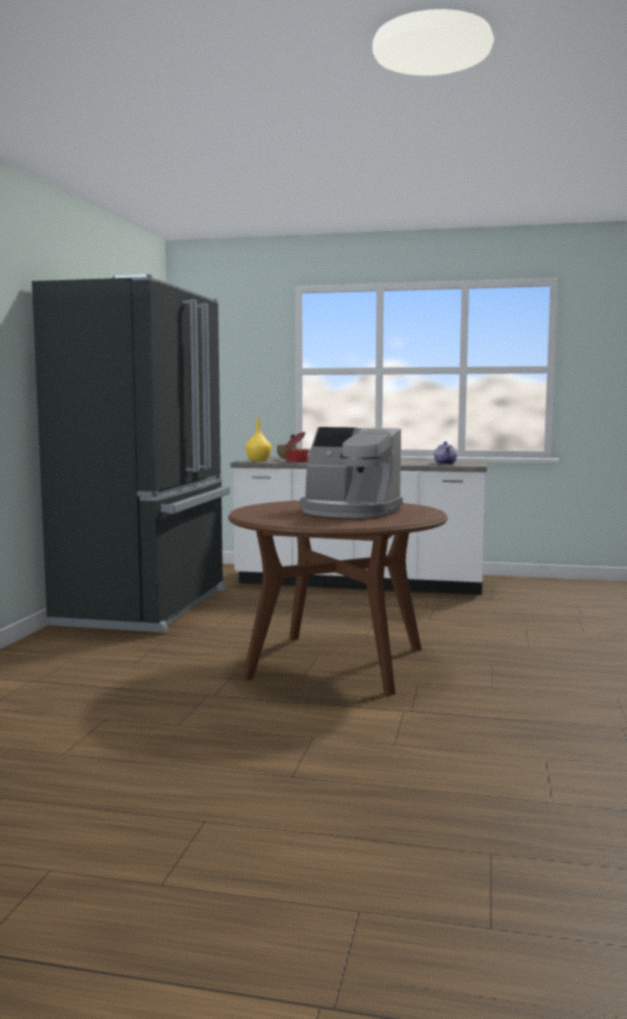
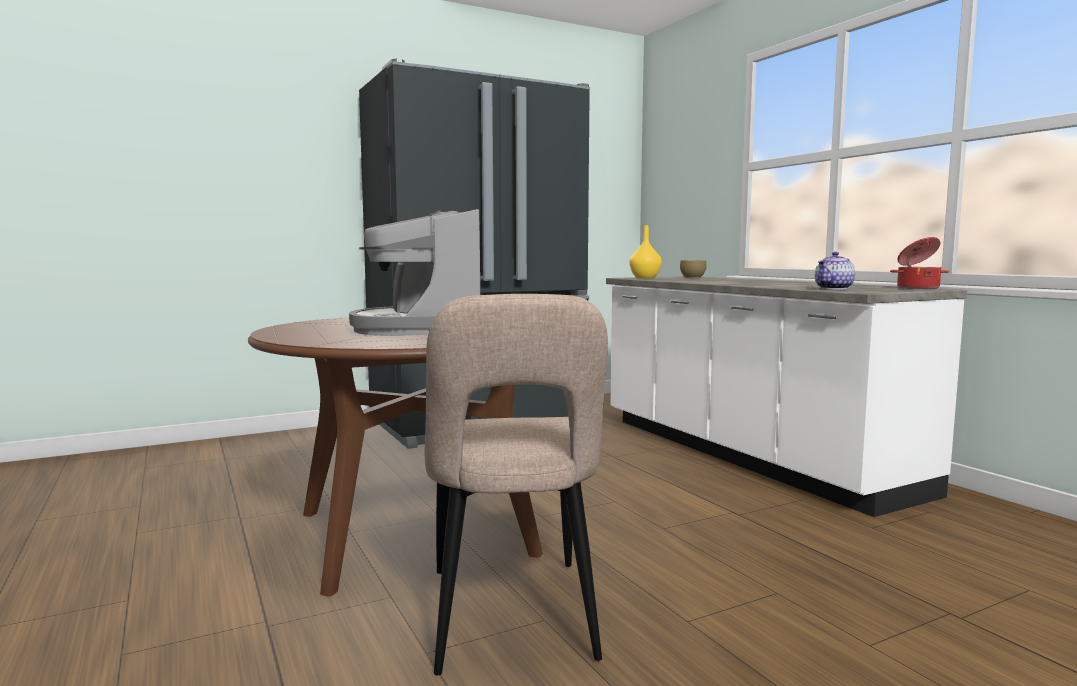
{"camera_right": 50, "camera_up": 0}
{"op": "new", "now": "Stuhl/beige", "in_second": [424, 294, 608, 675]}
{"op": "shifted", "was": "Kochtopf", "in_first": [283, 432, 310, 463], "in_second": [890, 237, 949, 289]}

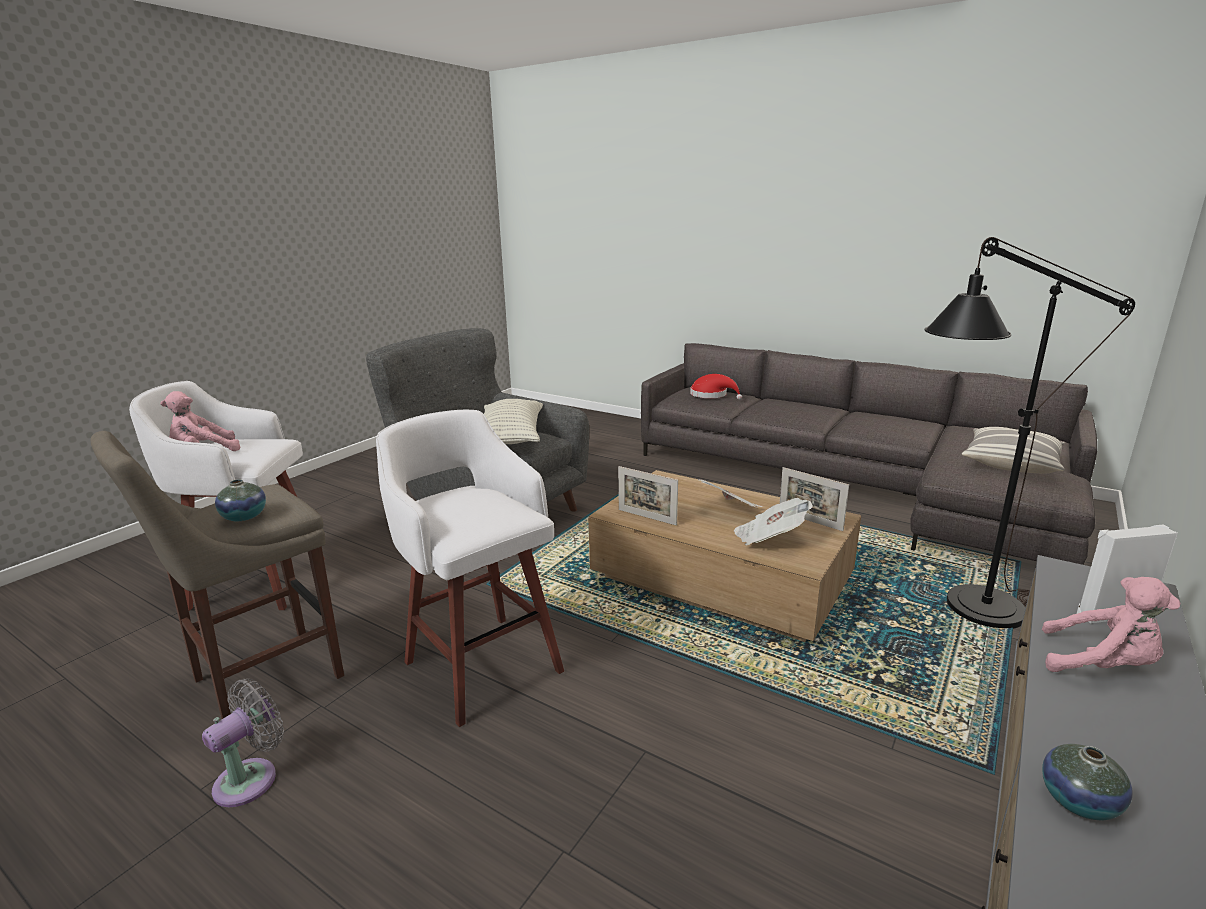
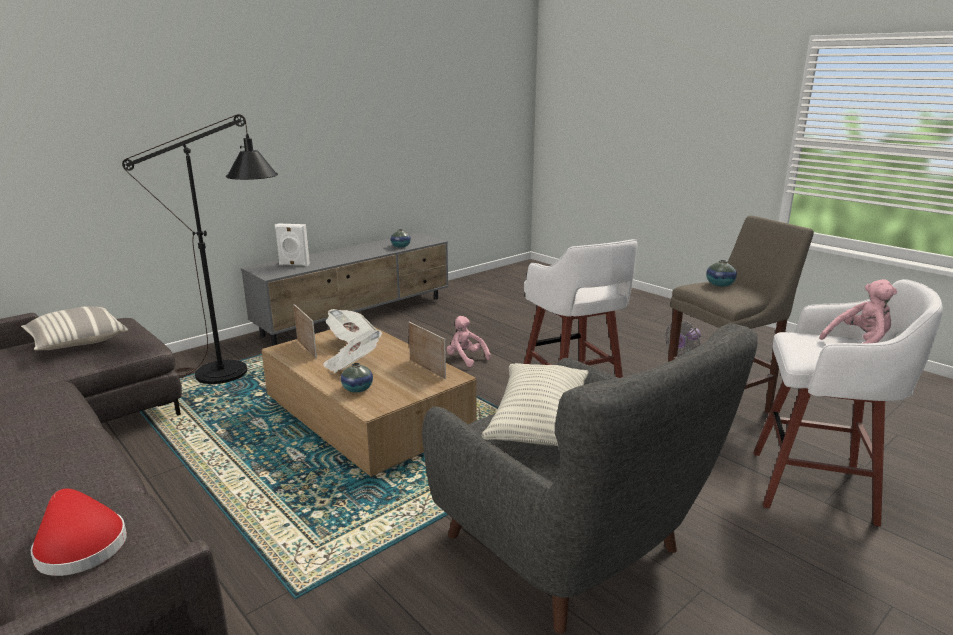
{"camera_right": -165, "camera_up": 0}
{"op": "new", "now": "Vase", "in_second": [341, 363, 373, 393]}
{"op": "shifted", "was": "Plüschtier/rosa", "in_first": [1042, 577, 1180, 672], "in_second": [446, 316, 491, 367]}

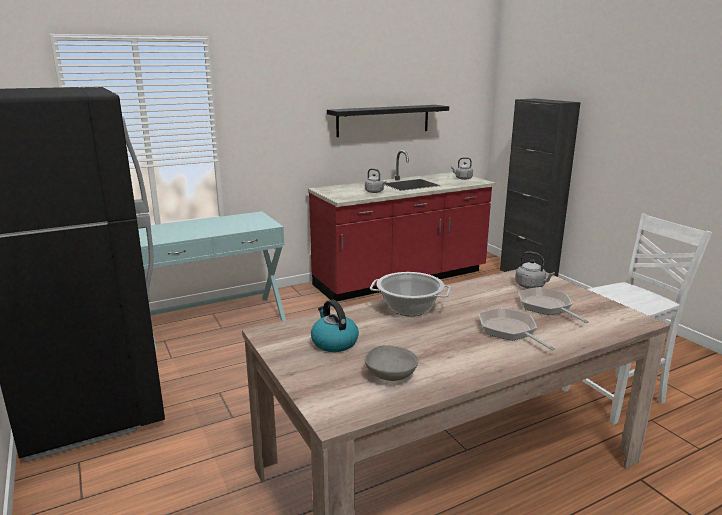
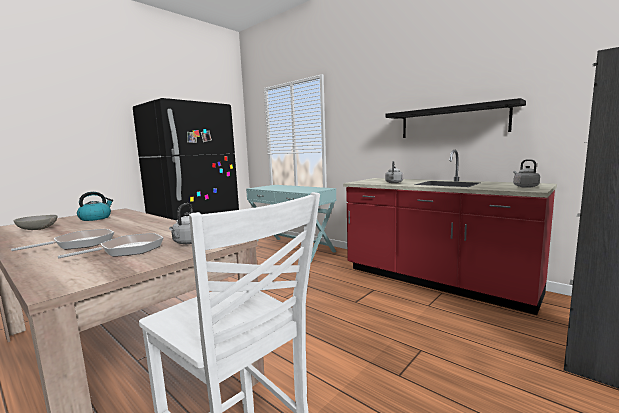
{"camera_right": 70, "camera_up": -10}
{"op": "gone", "was": "Kochtopf", "in_first": [370, 272, 451, 316]}

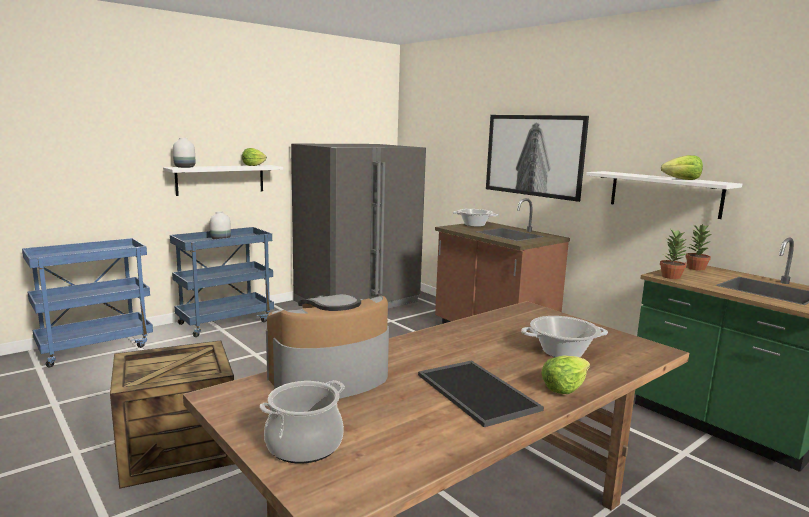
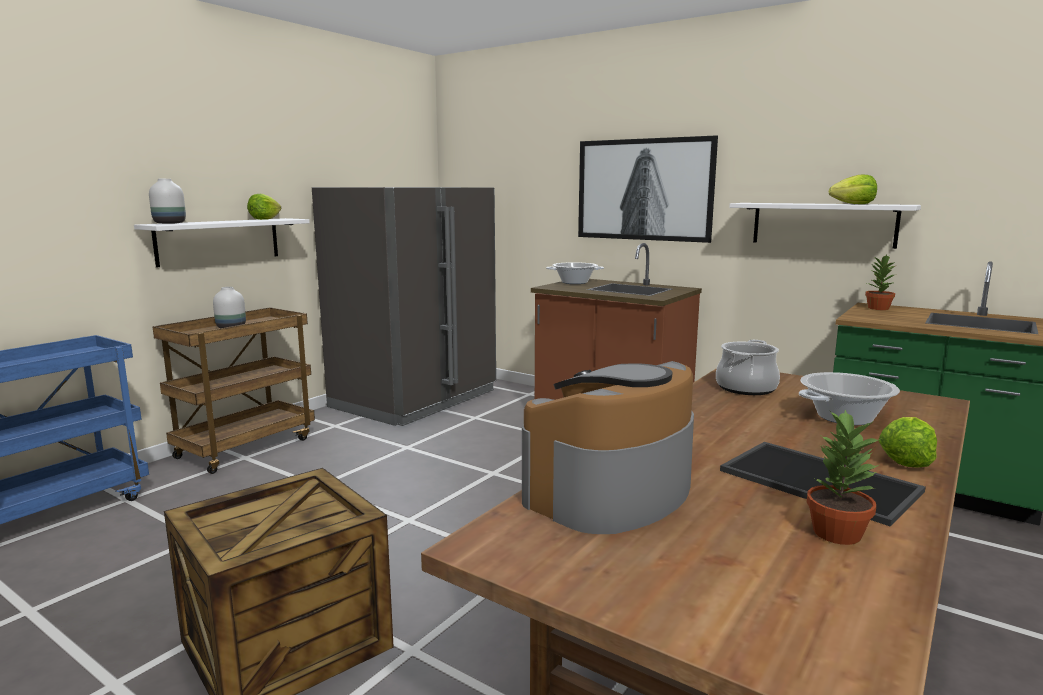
{"camera_right": -15, "camera_up": 0}
{"op": "repainted", "was": "Rollwagen/blau", "now": "Rollwagen/braun", "in_first": [170, 227, 274, 337], "in_second": [153, 307, 315, 474]}
{"op": "shifted", "was": "Kochtopf", "in_first": [260, 380, 345, 464], "in_second": [716, 340, 780, 395]}
{"op": "shifted", "was": "Topfpflanze", "in_first": [660, 229, 687, 279], "in_second": [807, 409, 882, 545]}

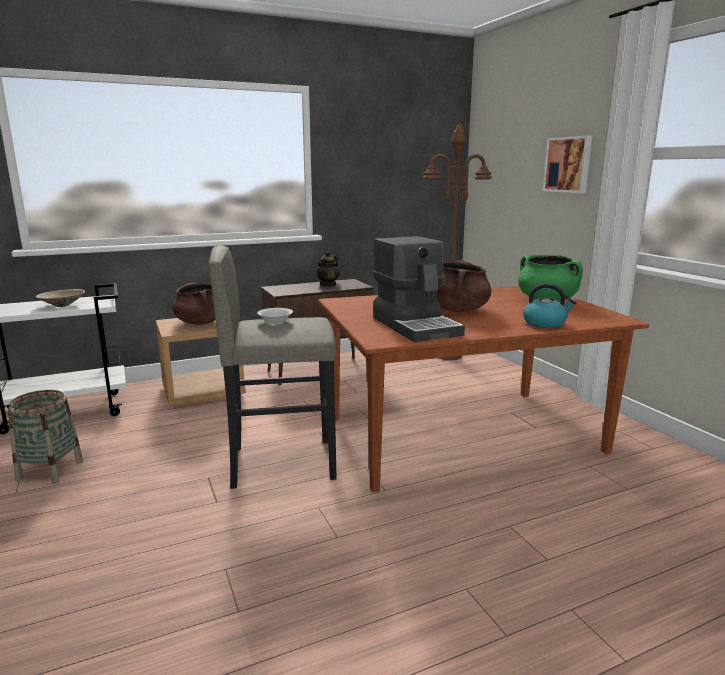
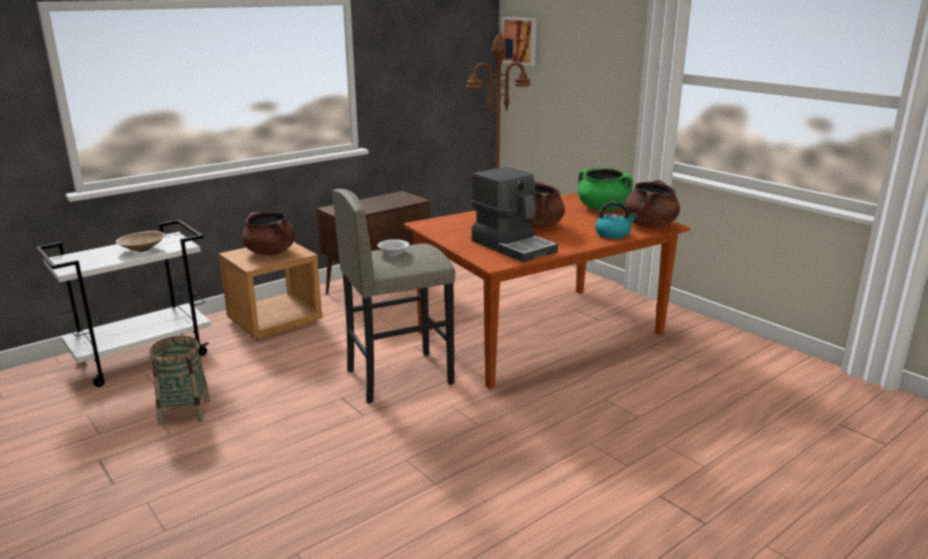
{"camera_right": -15, "camera_up": 5}
{"op": "shifted", "was": "Bild", "in_first": [543, 135, 592, 193], "in_second": [502, 17, 537, 66]}
{"op": "new", "now": "Kochtopf/braun", "in_second": [624, 180, 680, 228]}
{"op": "gone", "was": "Teekanne", "in_first": [316, 251, 340, 286]}

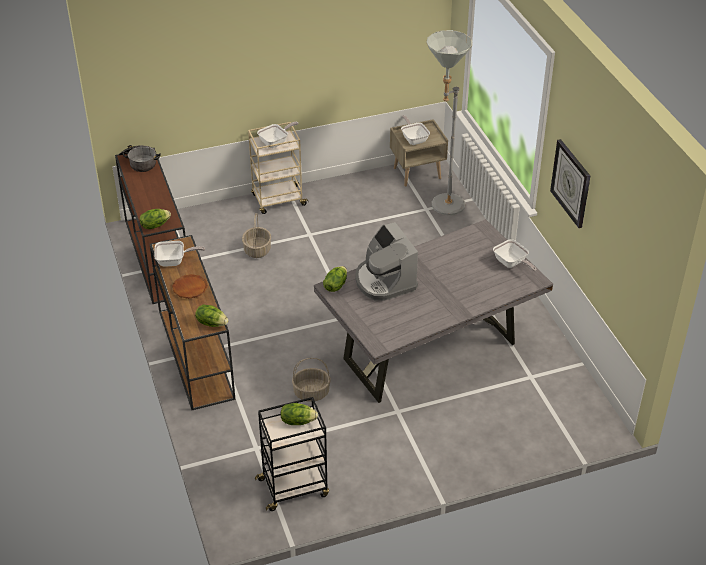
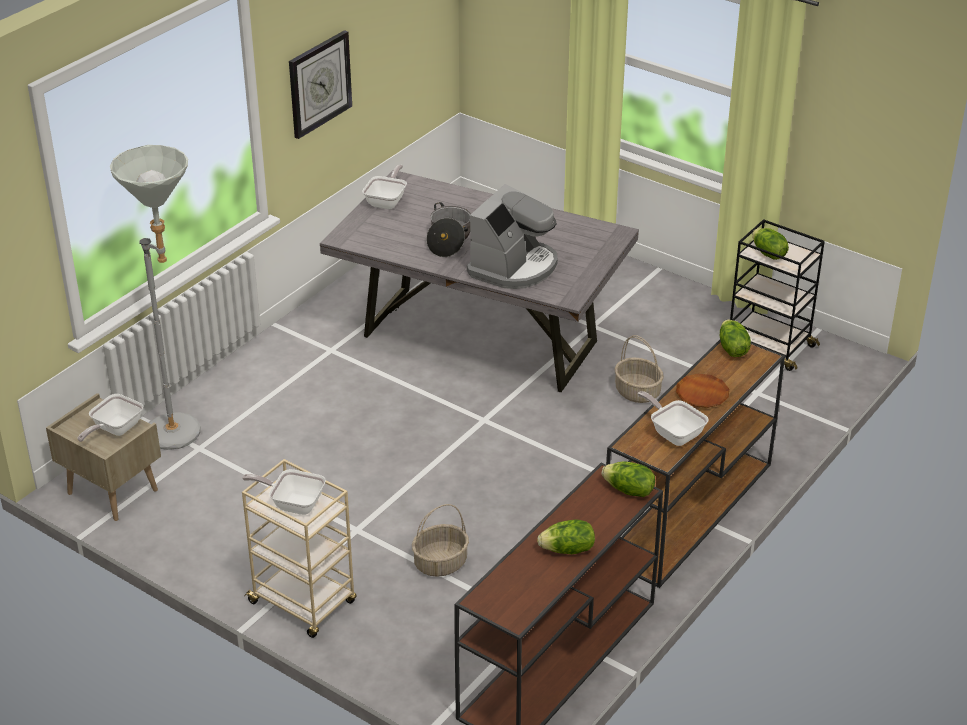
{"camera_right": -125, "camera_up": -5}
{"op": "shifted", "was": "Kochtopf", "in_first": [119, 145, 161, 172], "in_second": [426, 202, 471, 257]}
{"op": "shifted", "was": "Salatkopf", "in_first": [323, 266, 347, 292], "in_second": [537, 520, 595, 554]}

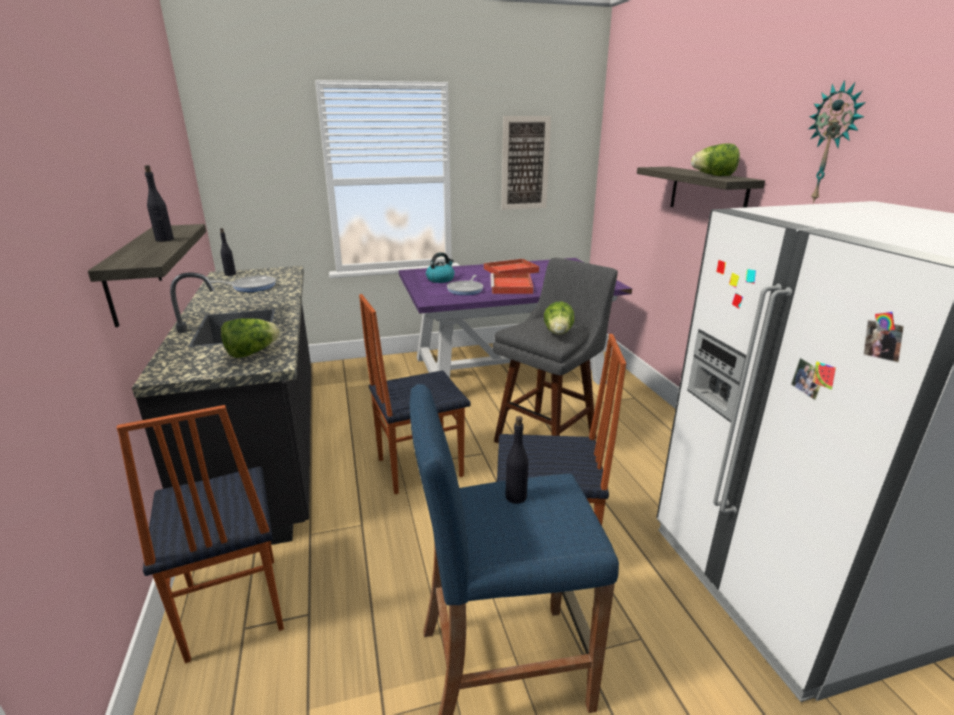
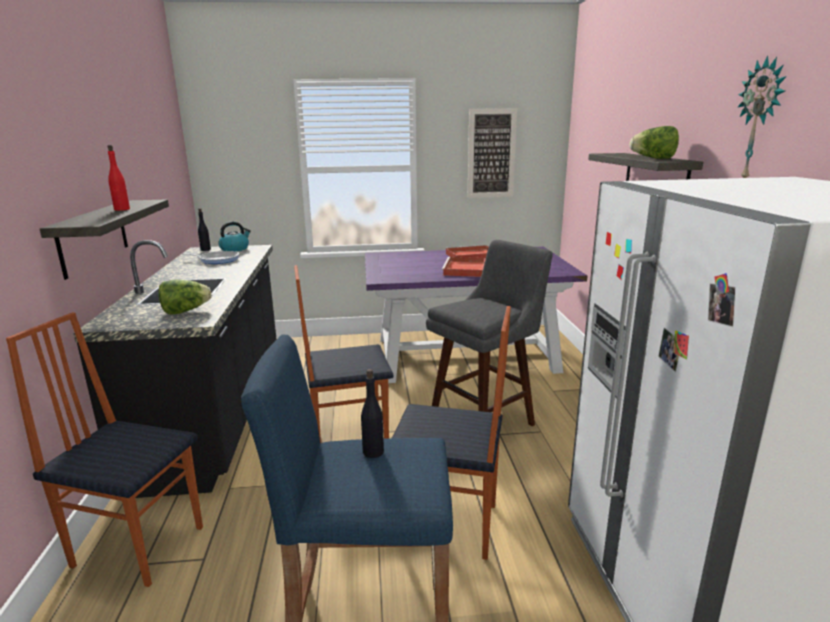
{"camera_right": 10, "camera_up": -5}
{"op": "rotated", "was": "Stuhl", "in_first": [117, 405, 284, 663], "in_second": [6, 312, 203, 587], "clockwise": 120}
{"op": "repainted", "was": "Flasche/schwarz", "now": "Flasche/rot", "in_first": [144, 165, 174, 242], "in_second": [108, 145, 130, 211]}
{"op": "shifted", "was": "Wasserkessel", "in_first": [426, 252, 455, 283], "in_second": [218, 222, 251, 251]}
{"op": "gone", "was": "Pfanne", "in_first": [447, 275, 483, 295]}
{"op": "gone", "was": "Salatkopf", "in_first": [544, 301, 574, 335]}

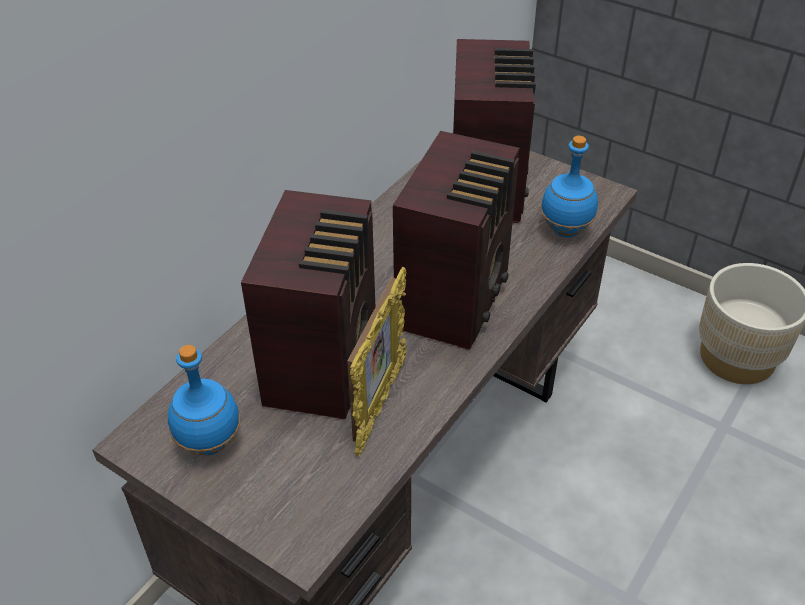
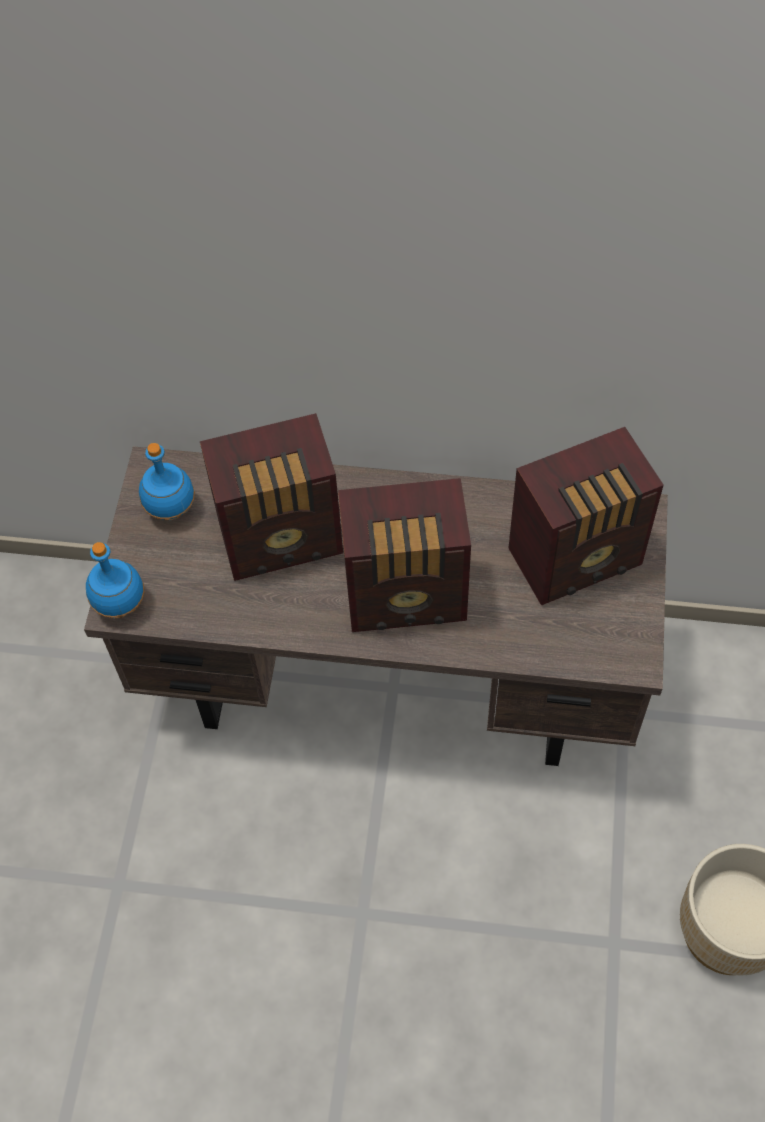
{"camera_right": 65, "camera_up": 15}
{"op": "shifted", "was": "Flasche/blau", "in_first": [541, 136, 598, 237], "in_second": [86, 542, 145, 618]}
{"op": "gone", "was": "Bilderrahmen", "in_first": [347, 267, 407, 456]}

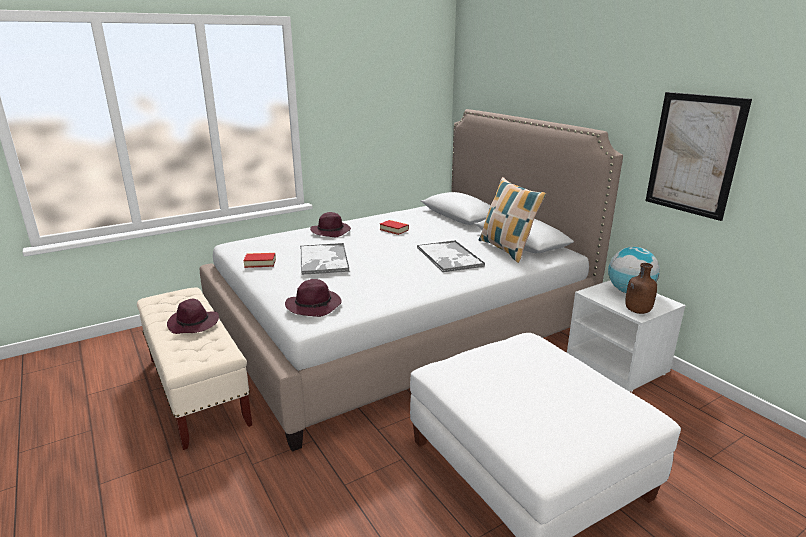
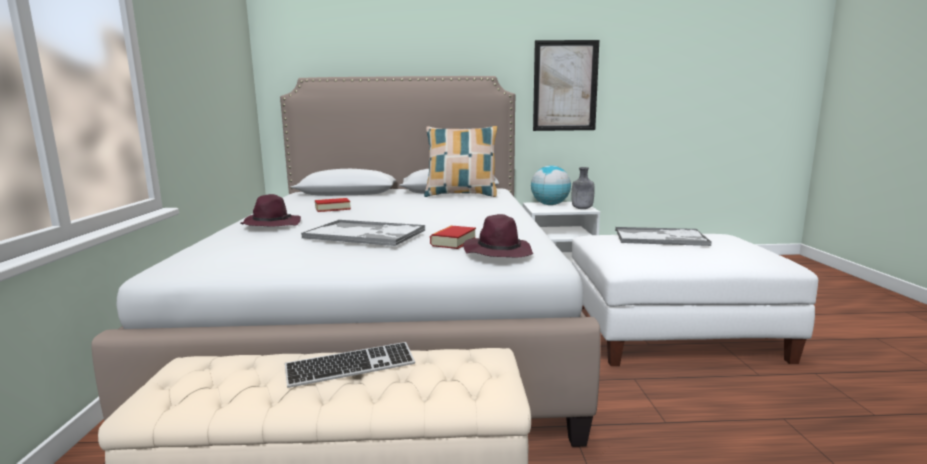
{"camera_right": -60, "camera_up": -10}
{"op": "swapped", "was": "Hut/lila", "now": "Tastatur", "in_first": [167, 299, 219, 334], "in_second": [285, 342, 415, 388]}
{"op": "shifted", "was": "Buch", "in_first": [243, 253, 276, 268], "in_second": [430, 225, 476, 249]}
{"op": "repainted", "was": "Flasche/braun", "now": "Flasche/grau", "in_first": [625, 263, 657, 314], "in_second": [572, 167, 594, 209]}
{"op": "shifted", "was": "Tablett", "in_first": [417, 240, 485, 272], "in_second": [615, 227, 711, 246]}

